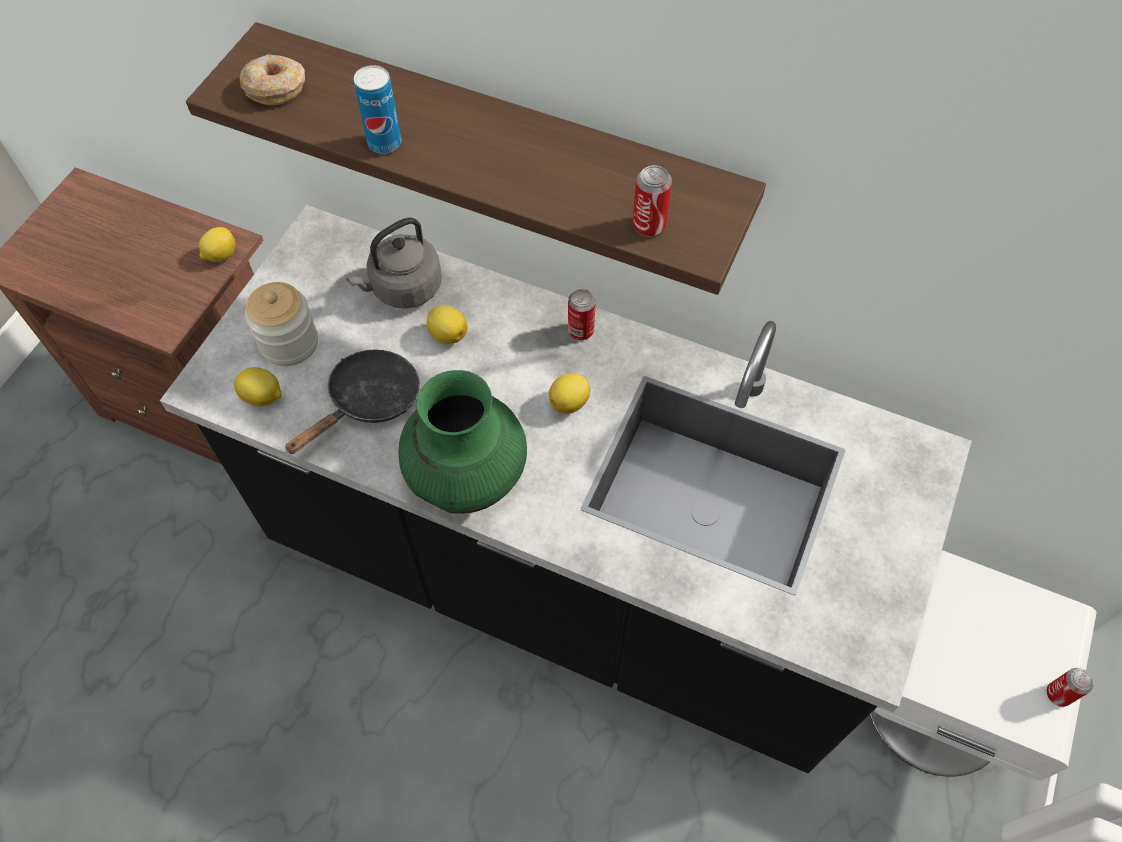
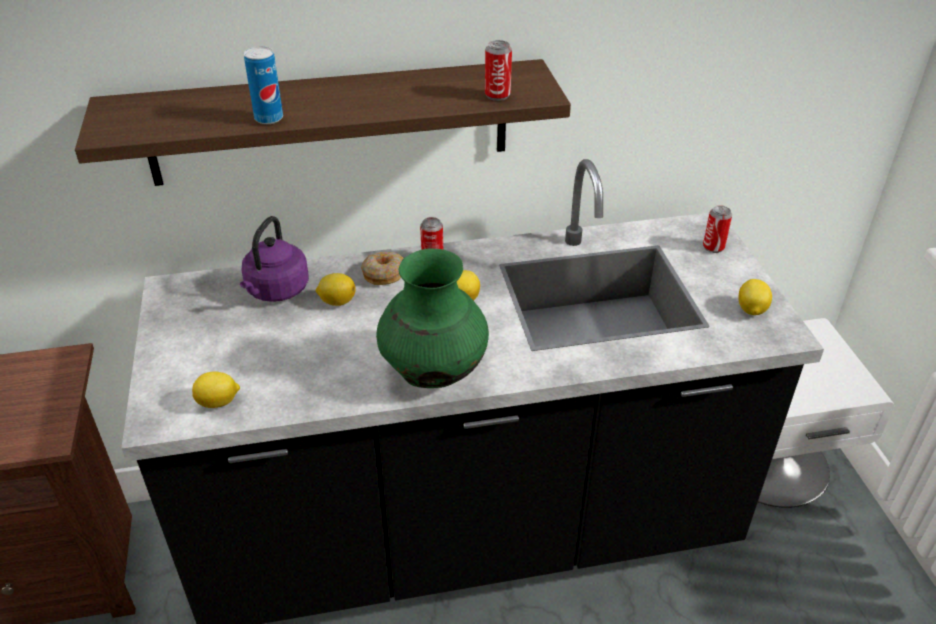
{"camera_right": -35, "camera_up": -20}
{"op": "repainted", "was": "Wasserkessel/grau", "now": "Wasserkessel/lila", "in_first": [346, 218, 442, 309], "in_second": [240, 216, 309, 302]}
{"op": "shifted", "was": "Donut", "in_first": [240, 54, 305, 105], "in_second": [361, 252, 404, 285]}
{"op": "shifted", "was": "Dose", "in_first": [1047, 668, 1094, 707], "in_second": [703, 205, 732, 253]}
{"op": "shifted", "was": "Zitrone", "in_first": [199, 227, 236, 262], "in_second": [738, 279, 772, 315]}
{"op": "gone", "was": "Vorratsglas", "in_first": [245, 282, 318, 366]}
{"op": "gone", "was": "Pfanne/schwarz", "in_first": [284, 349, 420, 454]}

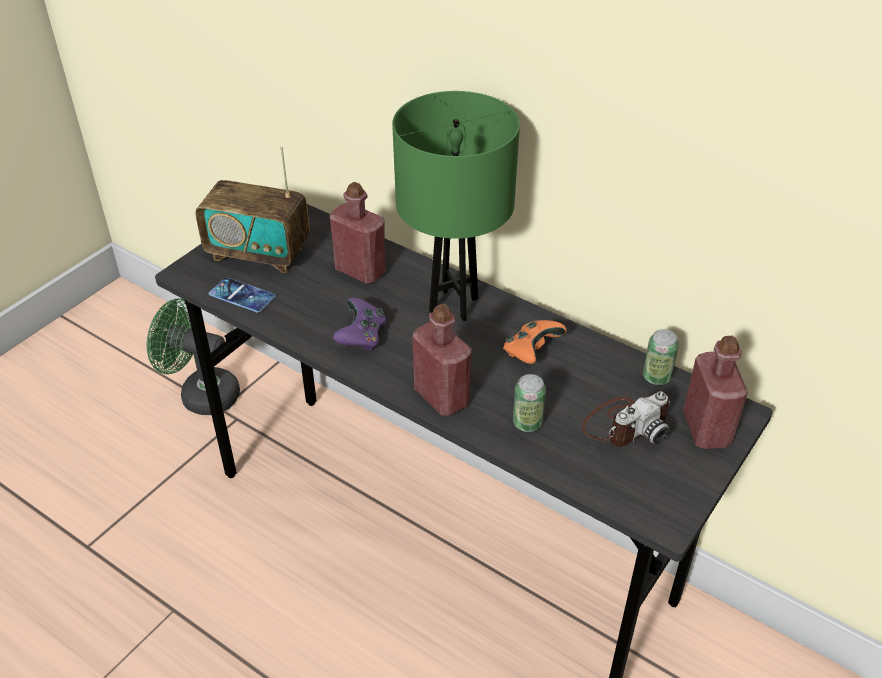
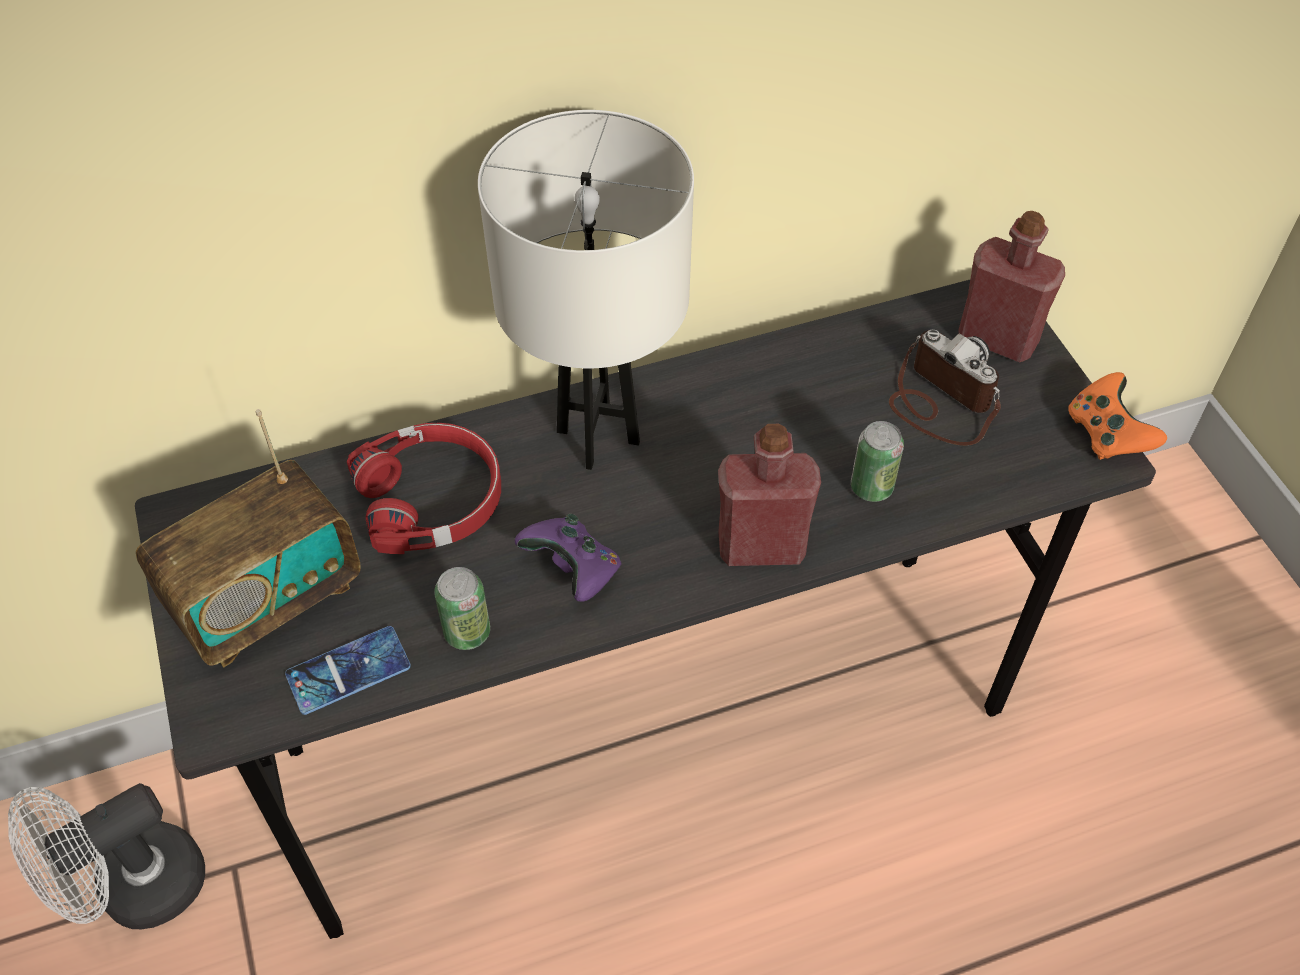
{"camera_right": -55, "camera_up": 10}
{"op": "repainted", "was": "Ventilator/grün", "now": "Ventilator/weiß", "in_first": [147, 298, 240, 415], "in_second": [8, 783, 205, 929]}
{"op": "swapped", "was": "Flasche/rot", "now": "Kopfhörer/rot", "in_first": [330, 182, 386, 284], "in_second": [347, 423, 501, 554]}
{"op": "shifted", "was": "Dose", "in_first": [643, 329, 679, 385], "in_second": [434, 567, 490, 650]}
{"op": "repainted", "was": "Tischlampe/grün", "now": "Tischlampe/weiß", "in_first": [392, 91, 520, 321], "in_second": [478, 110, 694, 470]}
{"op": "rotated", "was": "Kamera", "in_first": [581, 391, 670, 447], "in_second": [889, 329, 1001, 446], "clockwise": -45}
{"op": "shifted", "was": "Gamepad/orange", "in_first": [503, 320, 567, 364], "in_second": [1069, 372, 1167, 460]}

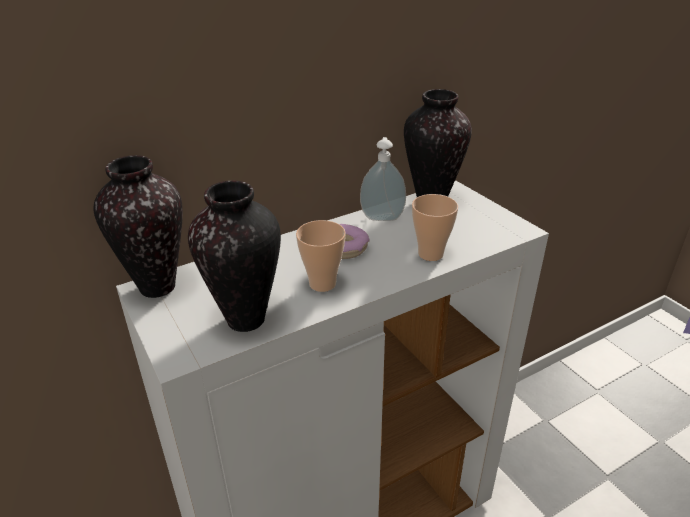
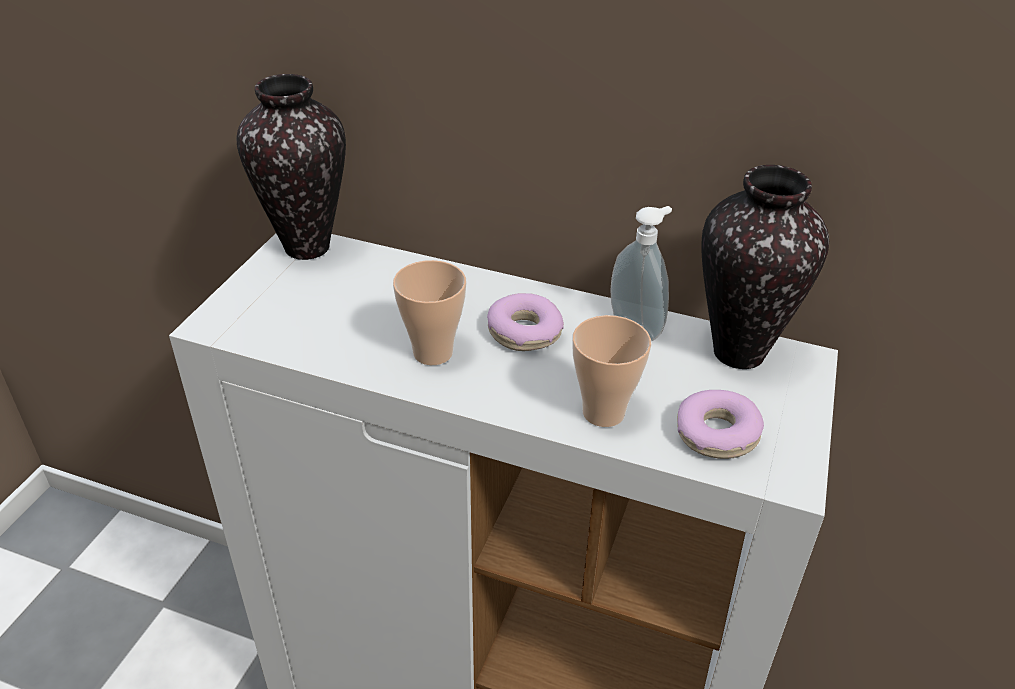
{"camera_right": 50, "camera_up": 5}
{"op": "new", "now": "Donut", "in_second": [677, 390, 764, 459]}
{"op": "gone", "was": "Vase", "in_first": [188, 181, 281, 332]}

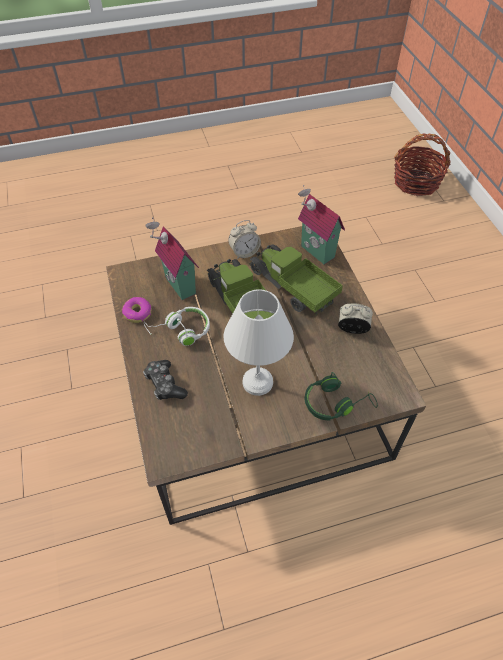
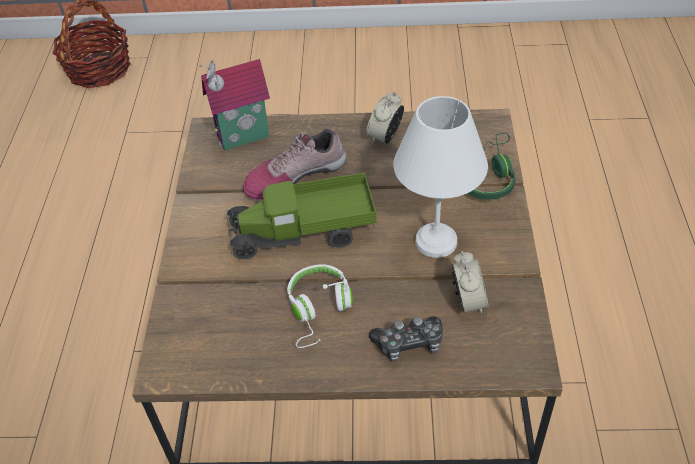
{"camera_right": -70, "camera_up": -5}
{"op": "swapped", "was": "Spielzeuglaster", "now": "Schuh", "in_first": [249, 245, 343, 315], "in_second": [243, 128, 347, 200]}
{"op": "shifted", "was": "Wecker", "in_first": [228, 220, 261, 259], "in_second": [451, 251, 489, 315]}
{"op": "gone", "was": "Donut", "in_first": [122, 297, 151, 323]}
{"op": "gone", "was": "Spielzeughaus", "in_first": [145, 217, 199, 300]}

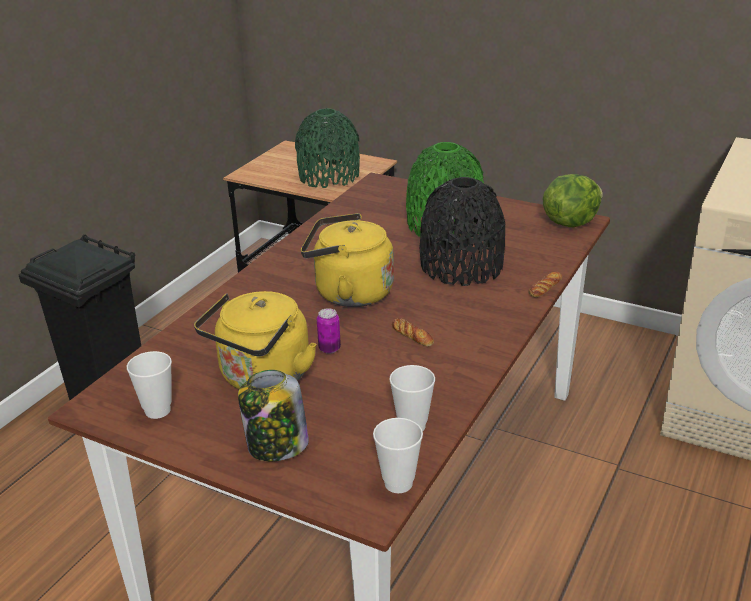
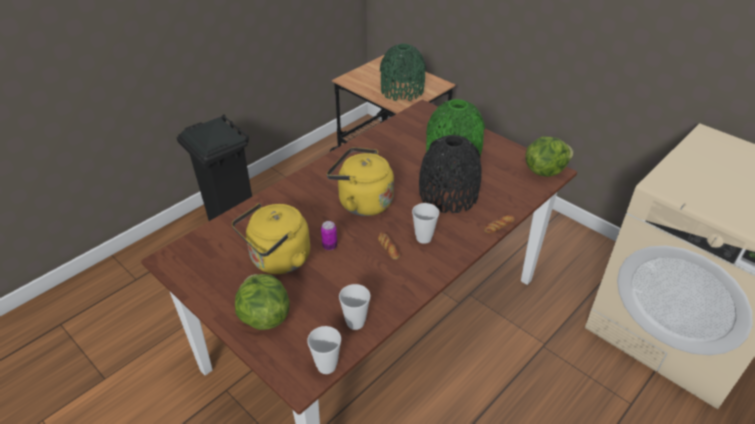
{"camera_right": 15, "camera_up": 10}
{"op": "swapped", "was": "Vorratsglas", "now": "Salatkopf", "in_first": [238, 370, 309, 461], "in_second": [235, 274, 290, 330]}
{"op": "shifted", "was": "Tasse", "in_first": [127, 351, 172, 419], "in_second": [412, 203, 439, 244]}

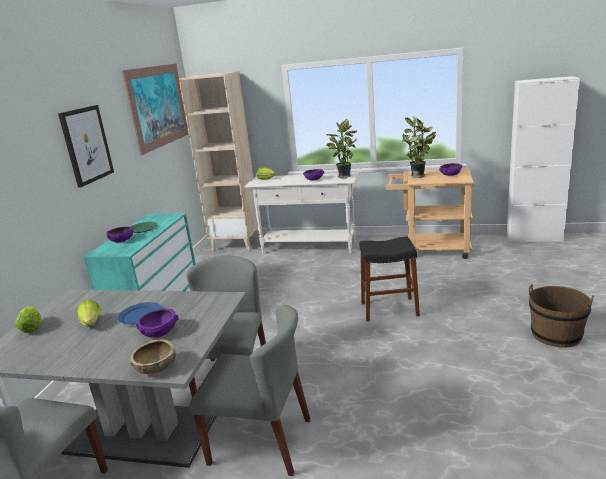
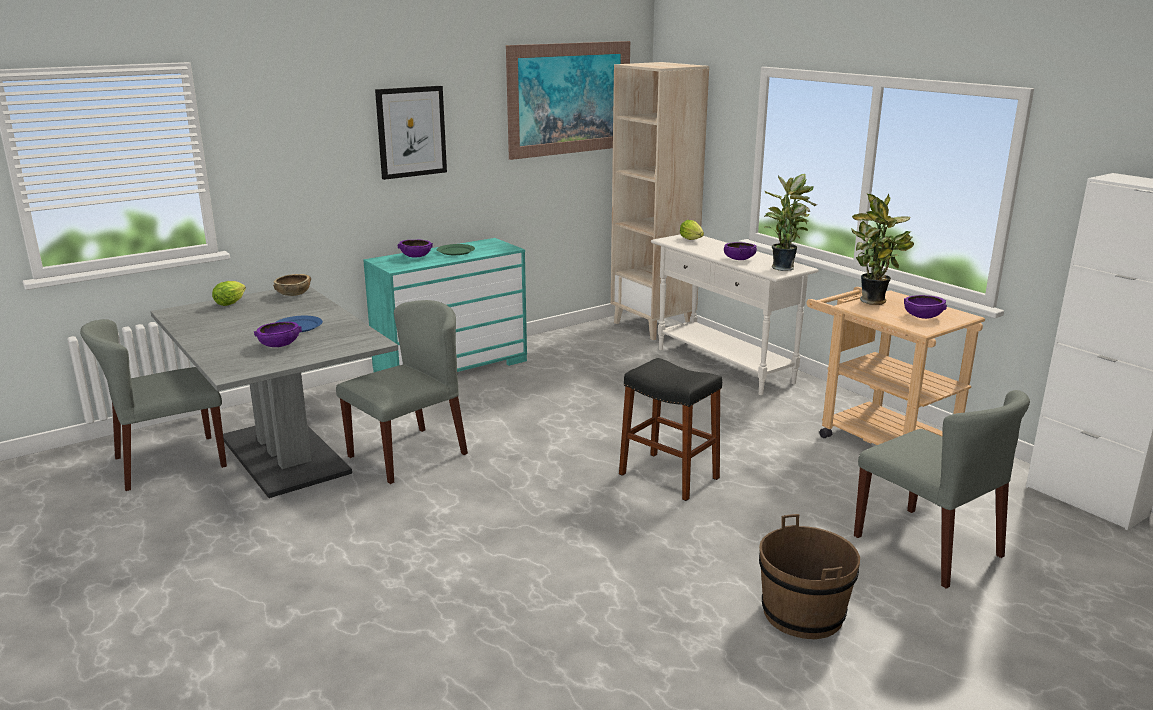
{"camera_right": 40, "camera_up": 0}
{"op": "shifted", "was": "Schüssel/braun", "in_first": [130, 339, 176, 375], "in_second": [273, 274, 311, 296]}
{"op": "shifted", "was": "Stuhl/grau", "in_first": [189, 305, 311, 476], "in_second": [854, 390, 1030, 589]}
{"op": "gone", "was": "Salatkopf", "in_first": [77, 300, 101, 327]}

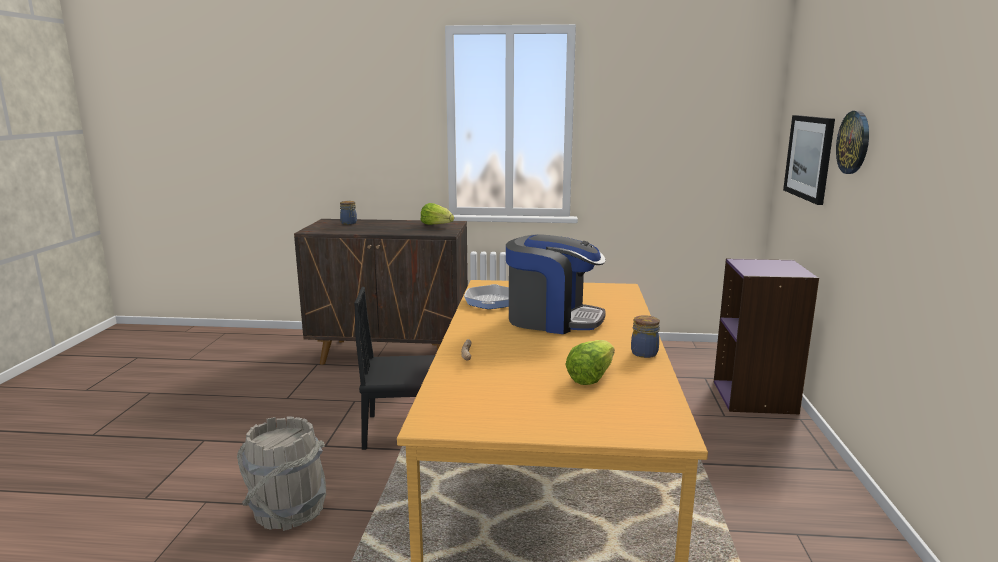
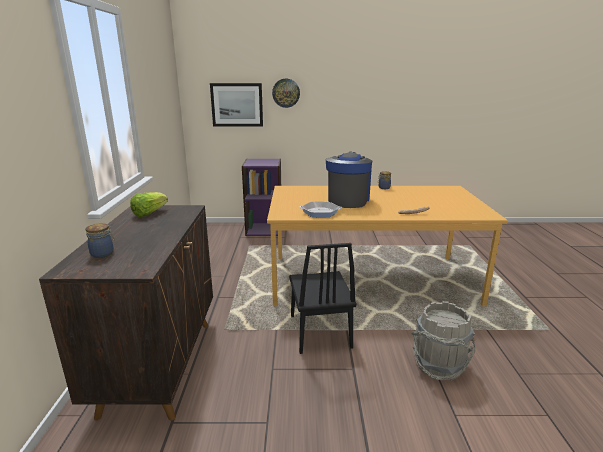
{"camera_right": -95, "camera_up": 5}
{"op": "gone", "was": "Salatkopf", "in_first": [565, 340, 615, 385]}

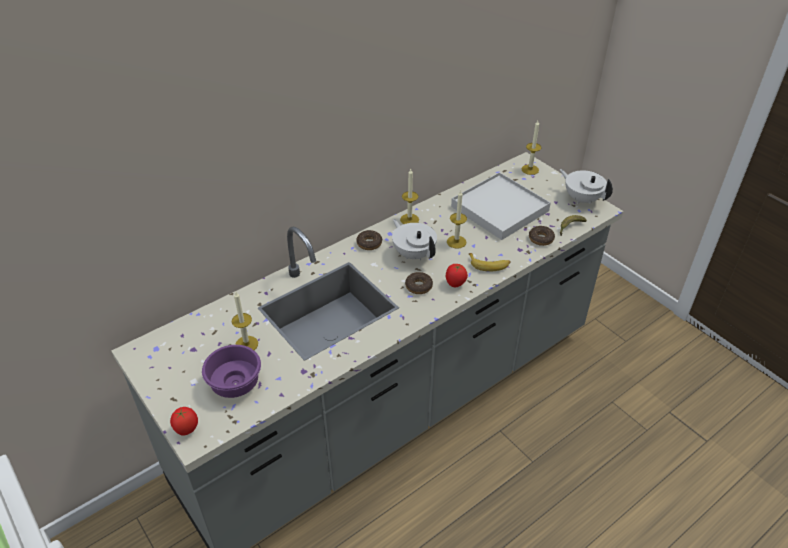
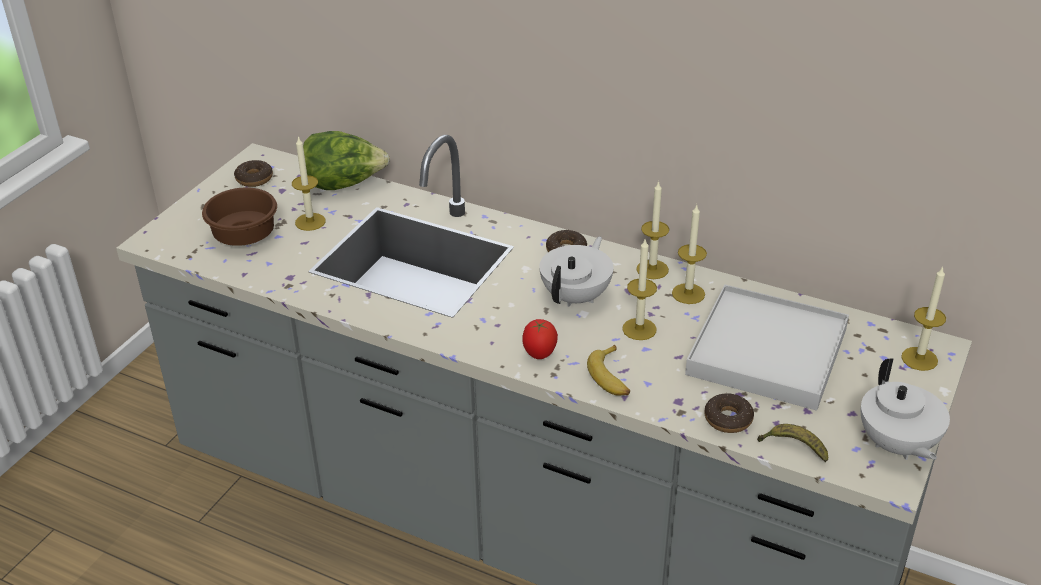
{"camera_right": 65, "camera_up": -5}
{"op": "repainted", "was": "Schüssel/lila", "now": "Schüssel/braun", "in_first": [202, 345, 261, 398], "in_second": [202, 188, 277, 246]}
{"op": "shifted", "was": "Donut", "in_first": [405, 272, 433, 294], "in_second": [234, 160, 273, 187]}
{"op": "new", "now": "Salatkopf", "in_second": [303, 131, 390, 190]}
{"op": "new", "now": "Kerze", "in_second": [672, 205, 707, 304]}
{"op": "rotated", "was": "Teekanne/weiß", "in_first": [560, 169, 613, 204], "in_second": [861, 358, 950, 460], "clockwise": 150}
{"op": "gone", "was": "Tomate", "in_first": [170, 407, 198, 436]}

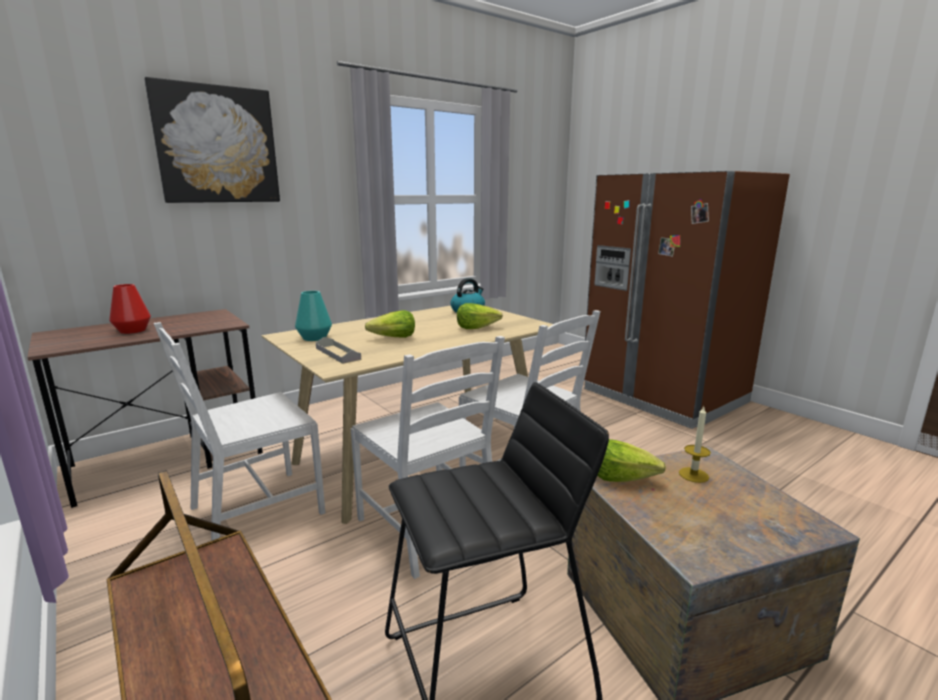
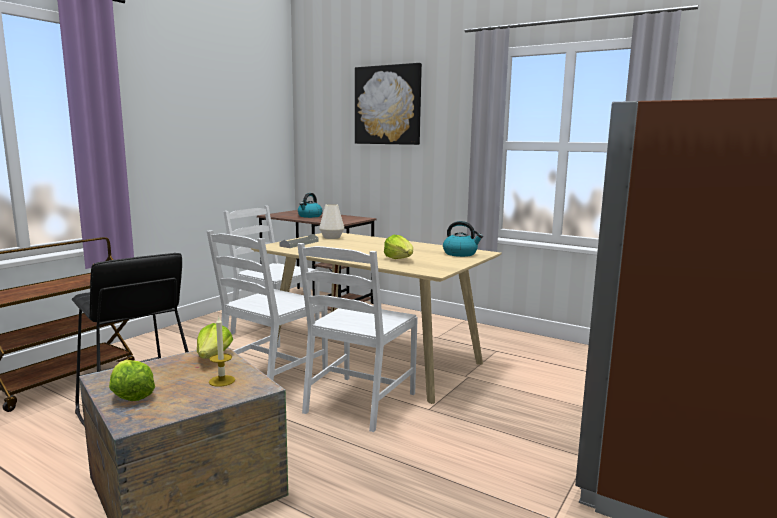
{"camera_right": 70, "camera_up": -5}
{"op": "shifted", "was": "Salatkopf", "in_first": [365, 310, 415, 338], "in_second": [109, 360, 155, 401]}
{"op": "swapped", "was": "Vase/rot", "now": "Wasserkessel", "in_first": [109, 284, 151, 334], "in_second": [298, 193, 323, 218]}
{"op": "repainted", "was": "Vase/türkis", "now": "Vase/weiß", "in_first": [295, 291, 332, 341], "in_second": [319, 204, 344, 239]}

